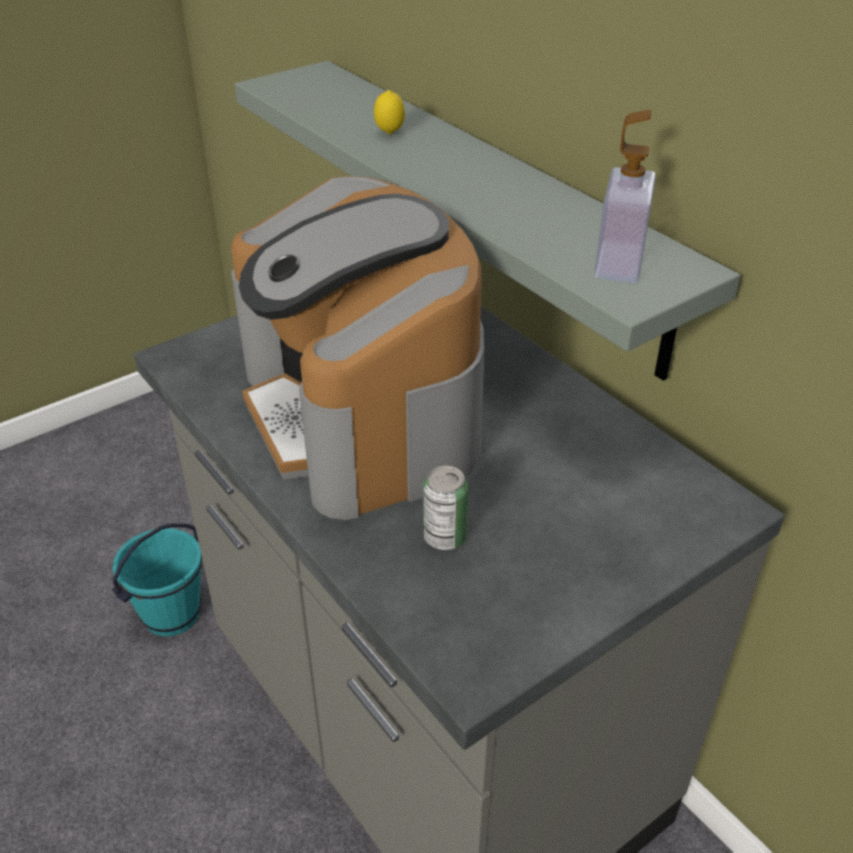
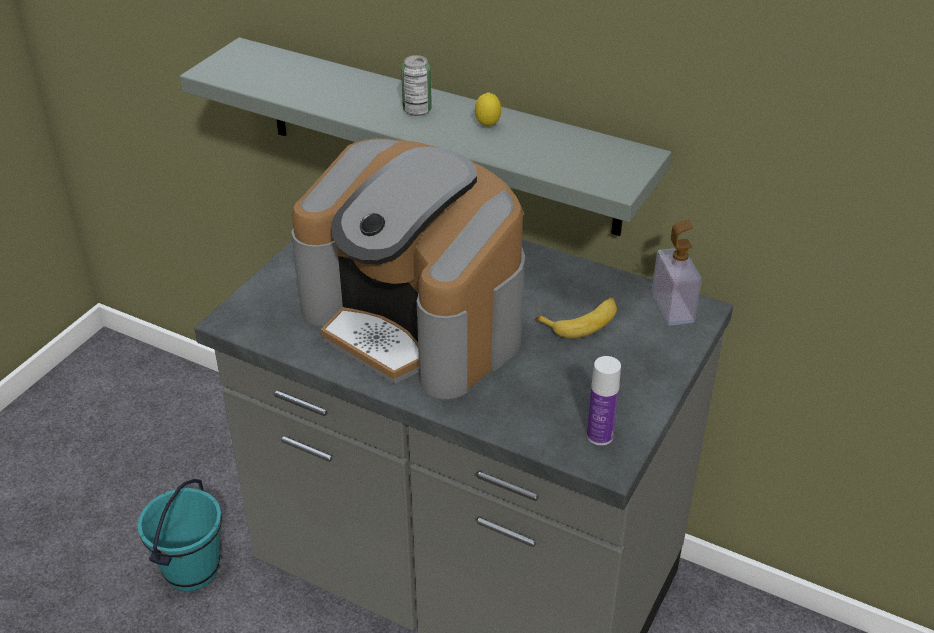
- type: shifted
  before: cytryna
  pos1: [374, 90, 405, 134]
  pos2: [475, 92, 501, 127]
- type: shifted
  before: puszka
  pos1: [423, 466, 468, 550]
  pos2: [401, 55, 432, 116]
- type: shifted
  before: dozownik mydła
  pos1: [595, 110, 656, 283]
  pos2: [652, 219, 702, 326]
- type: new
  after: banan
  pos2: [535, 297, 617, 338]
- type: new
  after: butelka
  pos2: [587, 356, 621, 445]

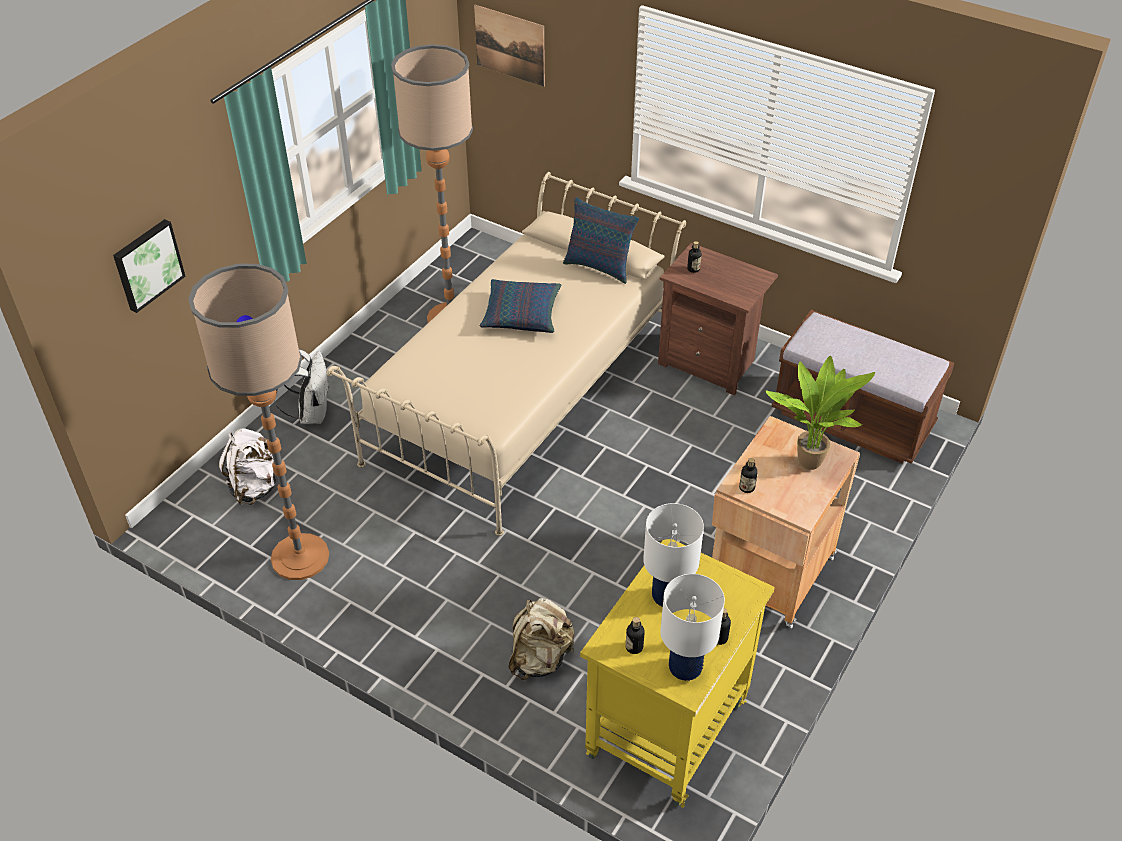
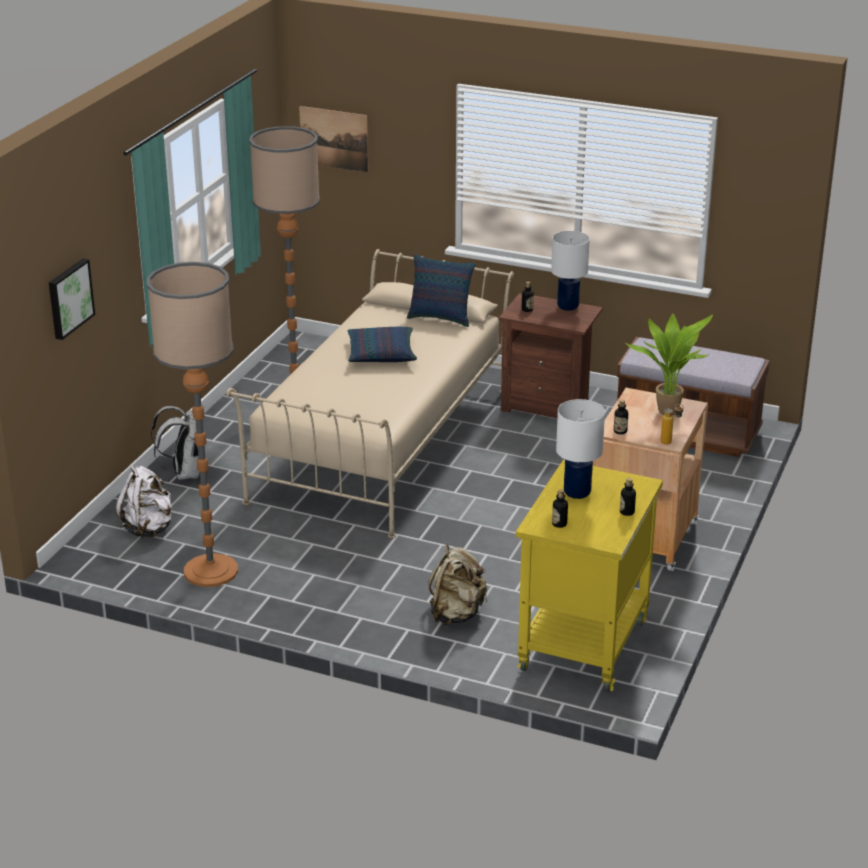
- type: shifted
  before: lampa stołowa [biały]
  pos1: [660, 574, 725, 681]
  pos2: [551, 231, 590, 311]
- type: new
  after: butelka
  pos2: [661, 404, 684, 445]

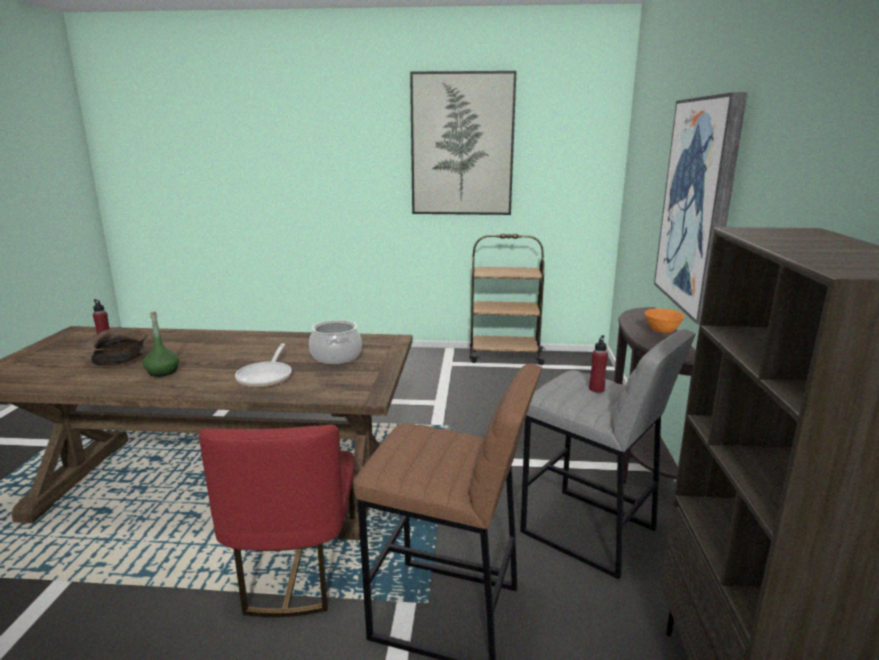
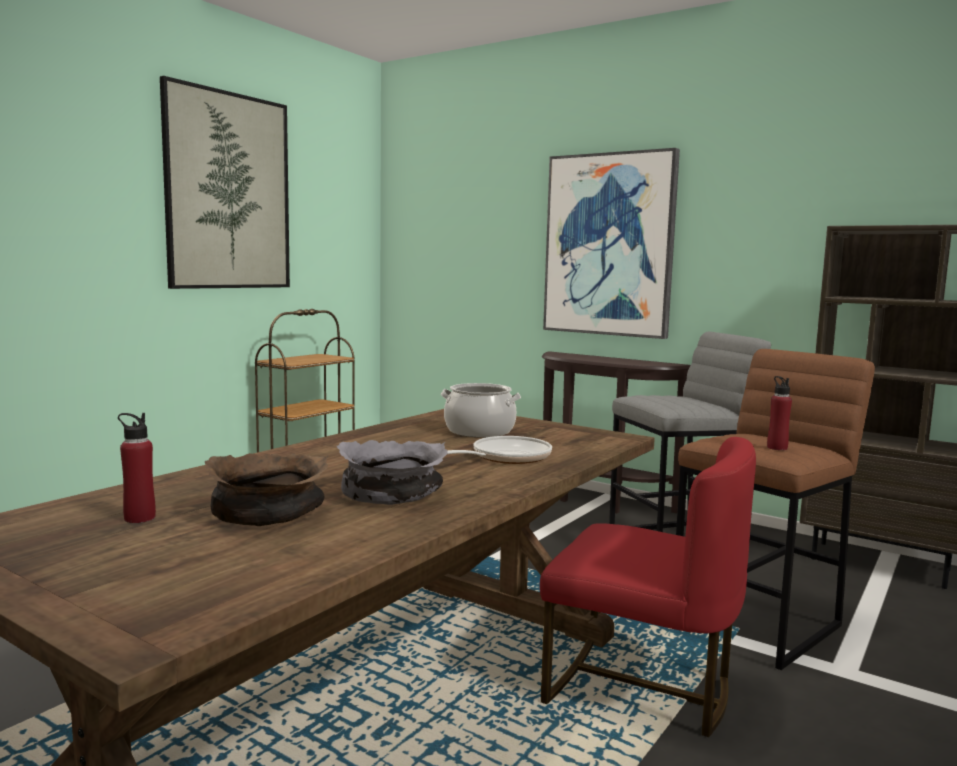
- type: swapped
  before: butelka [zielony]
  after: miska [szary]
  pos1: [143, 312, 179, 377]
  pos2: [337, 440, 448, 505]
- type: rotated
  before: patelnia
  pos1: [235, 344, 292, 388]
  pos2: [447, 436, 552, 464]
  turn: -75
- type: shifted
  before: butelka [czerwony]
  pos1: [589, 335, 608, 393]
  pos2: [767, 376, 792, 450]
- type: gone
  before: miska [pomarańczowy]
  pos1: [644, 309, 685, 333]

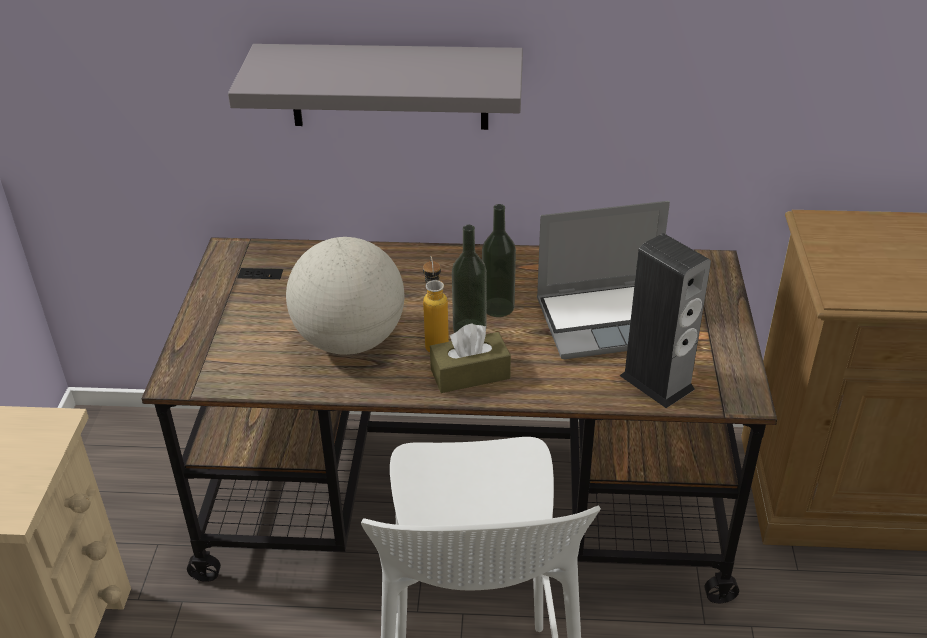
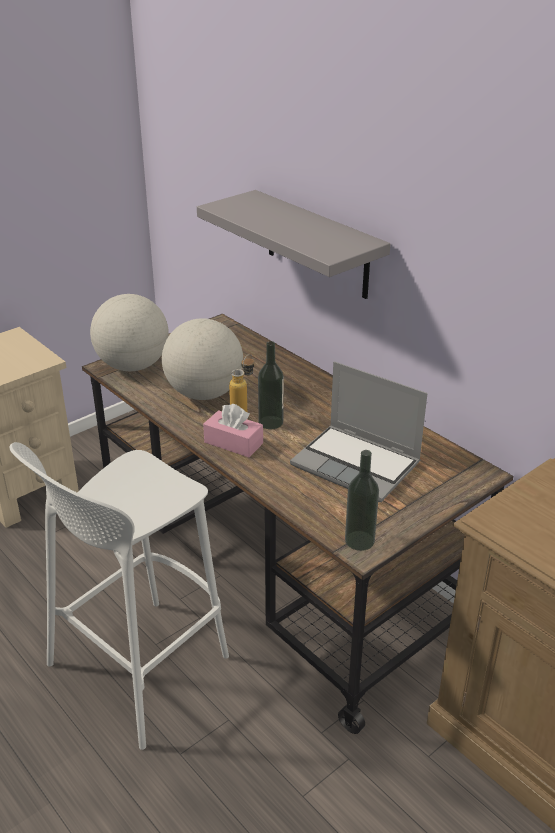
- type: repainted
  before: pudełko chusteczek [brązowy]
  after: pudełko chusteczek [różowy]
  pos1: [430, 323, 511, 393]
  pos2: [203, 404, 263, 457]
- type: shifted
  before: butelka
  pos1: [482, 204, 516, 317]
  pos2: [345, 450, 379, 551]
- type: gone
  before: głośnik
  pos1: [620, 233, 711, 408]
- type: new
  after: globus
  pos2: [90, 294, 169, 371]

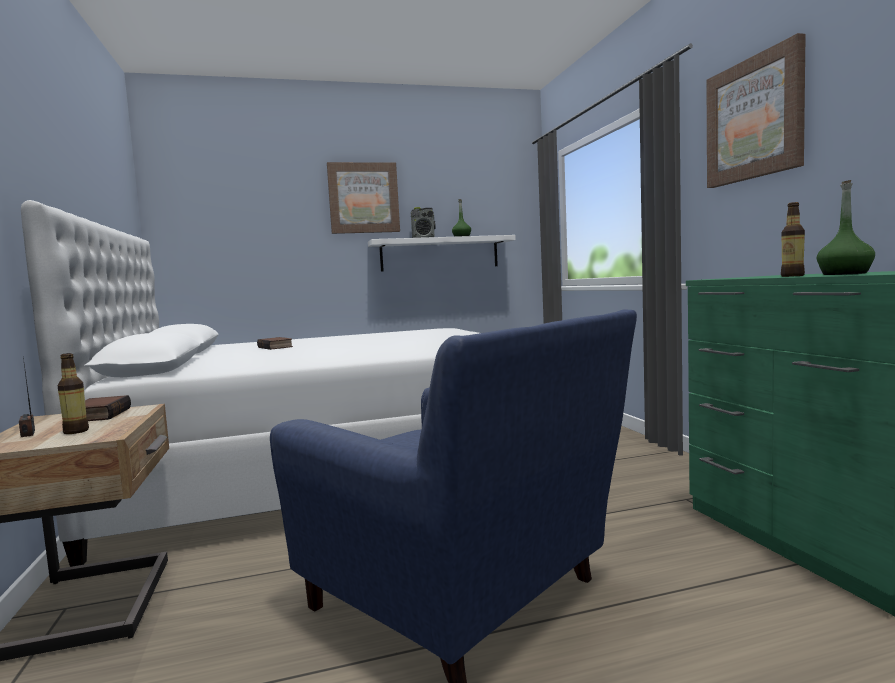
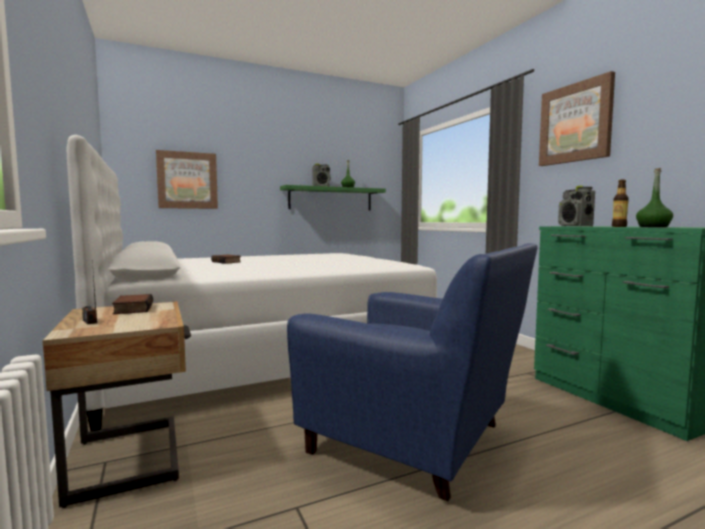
- type: gone
  before: butelka
  pos1: [58, 353, 89, 434]
- type: shifted
  before: obraz
  pos1: [327, 162, 400, 234]
  pos2: [156, 150, 218, 209]
- type: repainted
  before: półka [biały]
  after: półka [zielony]
  pos1: [368, 235, 516, 272]
  pos2: [280, 185, 386, 210]
- type: new
  after: radio
  pos2: [558, 186, 595, 226]

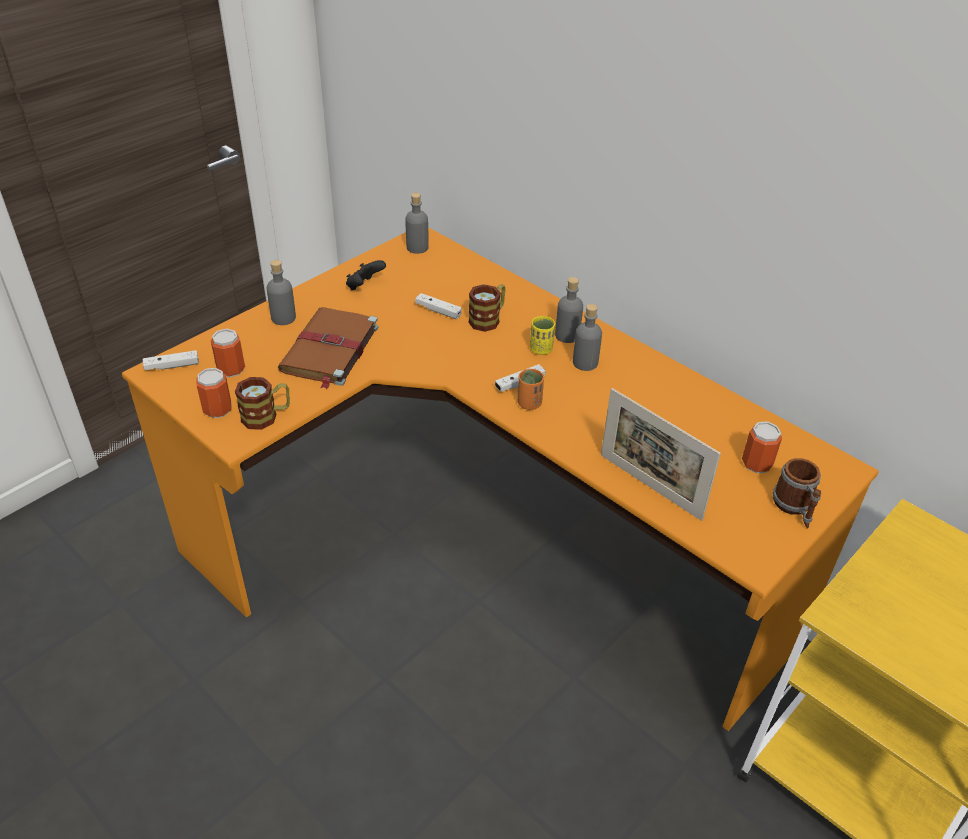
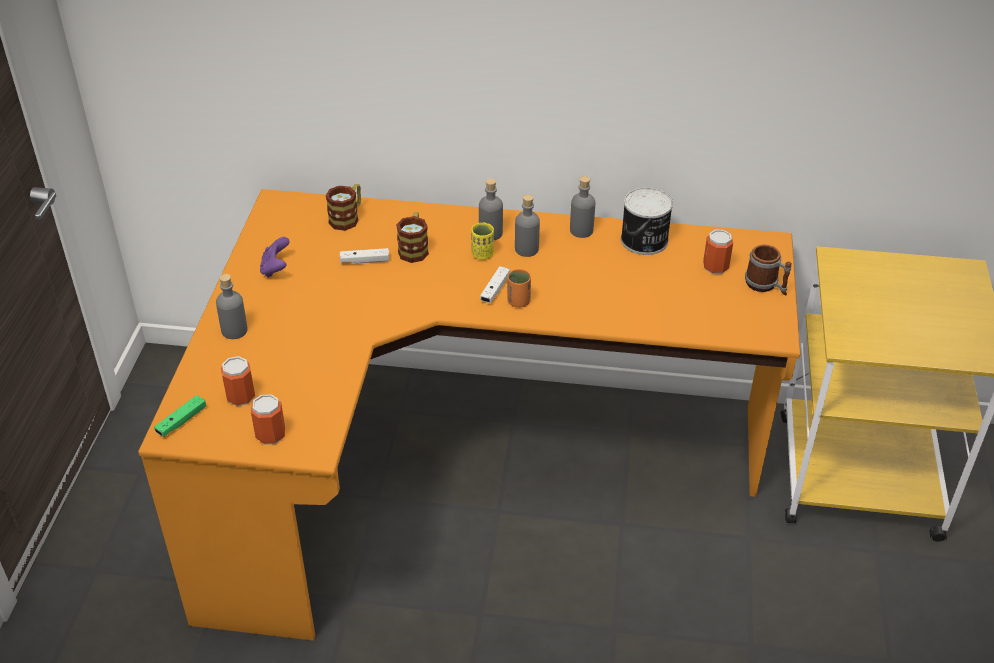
- type: repainted
  before: pad do gier [biały]
  after: pad do gier [zielony]
  pos1: [143, 350, 199, 370]
  pos2: [154, 395, 206, 437]
- type: shifted
  before: kubek
  pos1: [235, 377, 290, 430]
  pos2: [326, 184, 361, 231]
- type: gone
  before: książka [brązowy]
  pos1: [278, 307, 378, 389]
- type: repainted
  before: pad do gier [czarny]
  after: pad do gier [fioletowy]
  pos1: [346, 260, 386, 290]
  pos2: [260, 237, 290, 278]
- type: shifted
  before: butelka [szary]
  pos1: [405, 193, 429, 254]
  pos2: [570, 176, 595, 238]
- type: gone
  before: ramka na zdjęcie
  pos1: [601, 388, 721, 521]
- type: new
  after: puszka
  pos2: [621, 187, 673, 255]

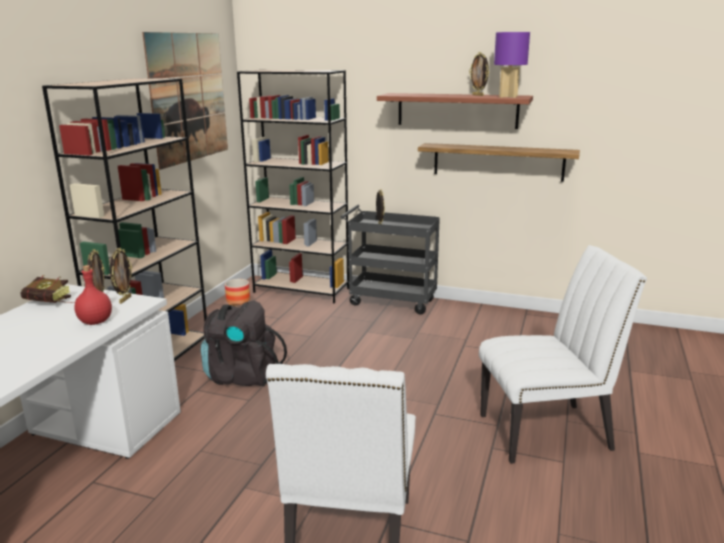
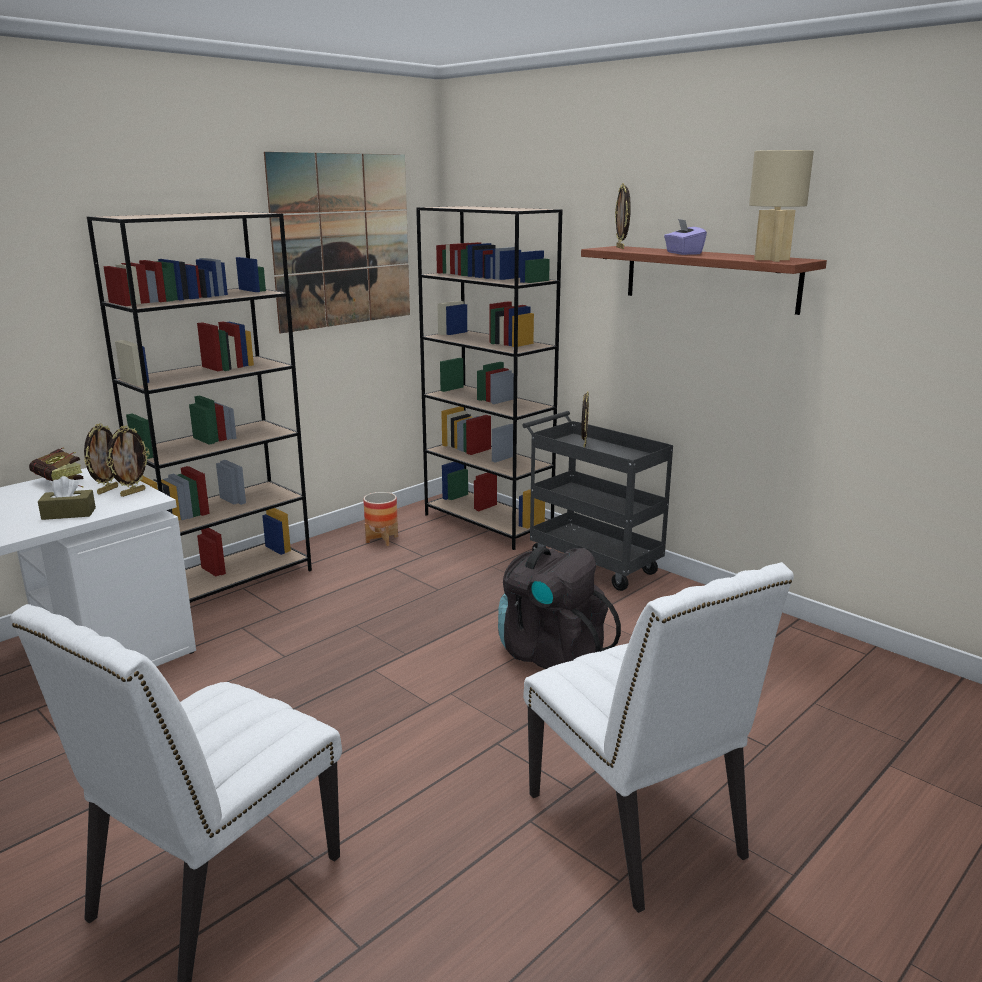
- type: swapped
  before: butelka [czerwony]
  after: pudełko chusteczek [brązowy]
  pos1: [74, 265, 112, 325]
  pos2: [38, 476, 96, 520]
- type: shifted
  before: plecak [czarny]
  pos1: [201, 300, 287, 386]
  pos2: [498, 547, 621, 669]
- type: gone
  before: półka
  pos1: [418, 143, 580, 182]
- type: shifted
  before: ramka na zdjęcie
  pos1: [469, 52, 489, 96]
  pos2: [615, 183, 631, 249]
- type: rotated
  before: krzesło [biały]
  pos1: [479, 245, 647, 464]
  pos2: [523, 562, 794, 913]
  turn: 45
- type: repainted
  before: lampa stołowa [fioletowy]
  after: lampa stołowa [beżowy]
  pos1: [494, 32, 530, 98]
  pos2: [749, 150, 814, 262]
- type: new
  after: pudełko chusteczek [fioletowy]
  pos2: [664, 219, 707, 255]

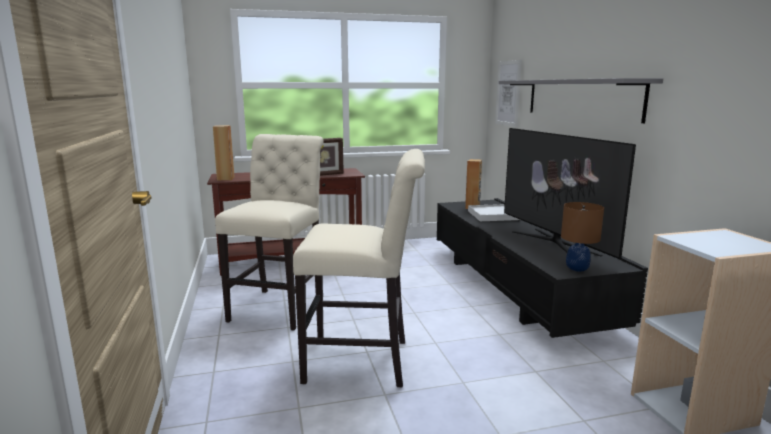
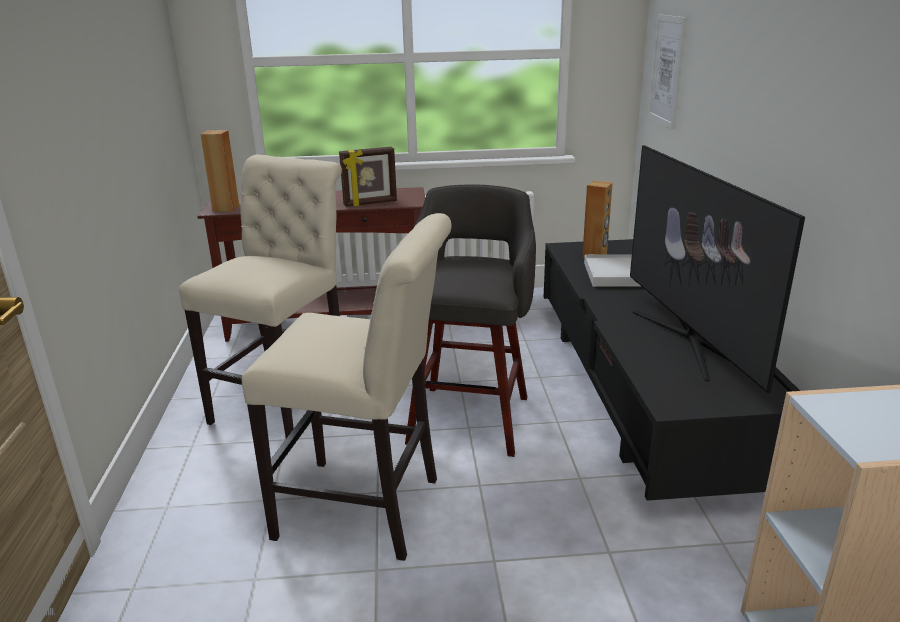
- type: gone
  before: półka [szary]
  pos1: [499, 78, 663, 123]
- type: gone
  before: lampa stołowa [brązowy]
  pos1: [561, 202, 604, 272]
- type: new
  after: stołek [szary]
  pos2: [405, 184, 536, 457]

